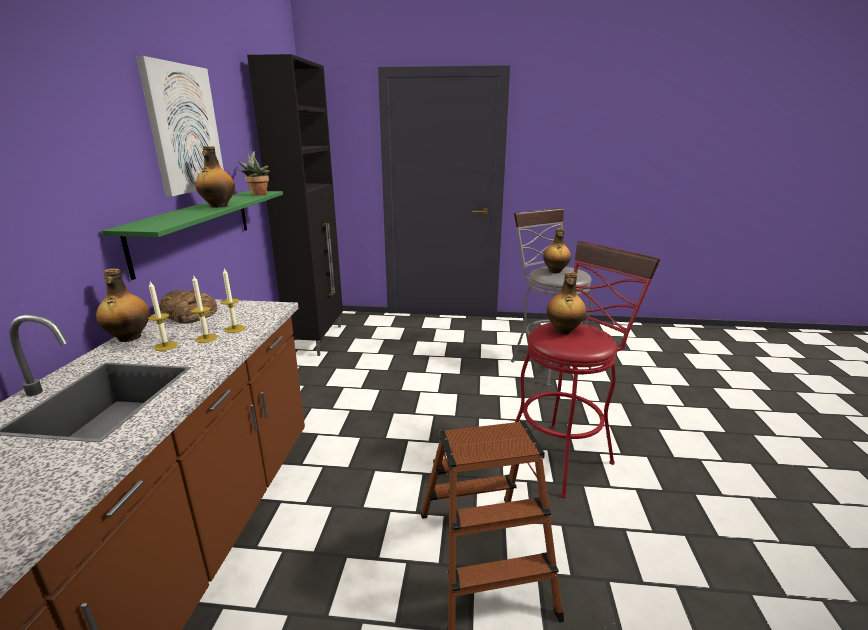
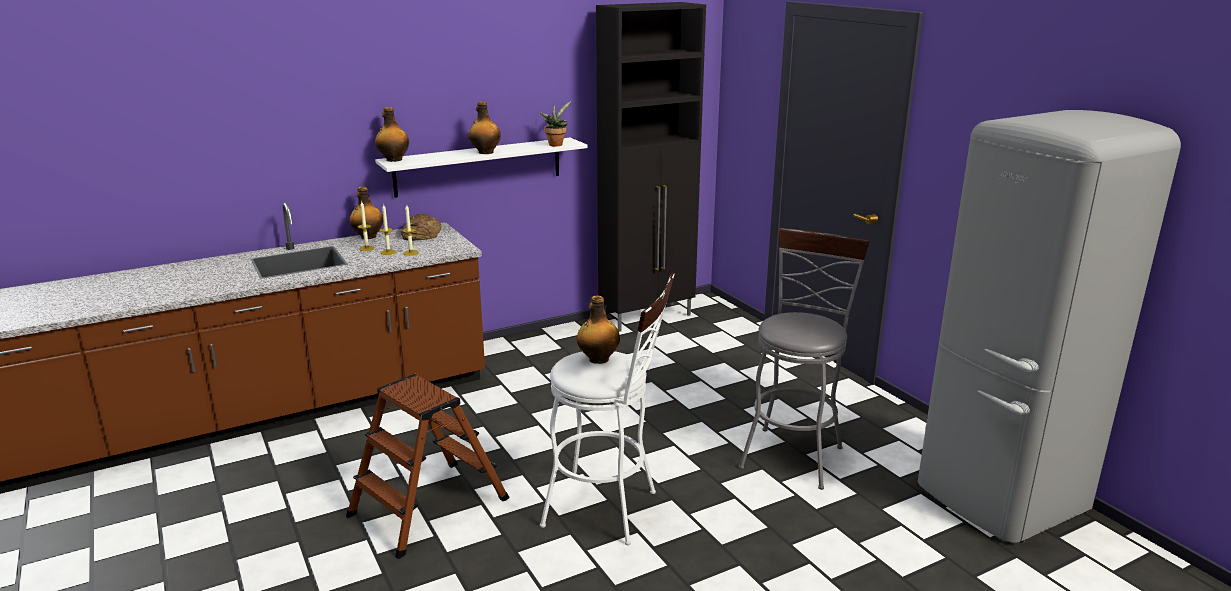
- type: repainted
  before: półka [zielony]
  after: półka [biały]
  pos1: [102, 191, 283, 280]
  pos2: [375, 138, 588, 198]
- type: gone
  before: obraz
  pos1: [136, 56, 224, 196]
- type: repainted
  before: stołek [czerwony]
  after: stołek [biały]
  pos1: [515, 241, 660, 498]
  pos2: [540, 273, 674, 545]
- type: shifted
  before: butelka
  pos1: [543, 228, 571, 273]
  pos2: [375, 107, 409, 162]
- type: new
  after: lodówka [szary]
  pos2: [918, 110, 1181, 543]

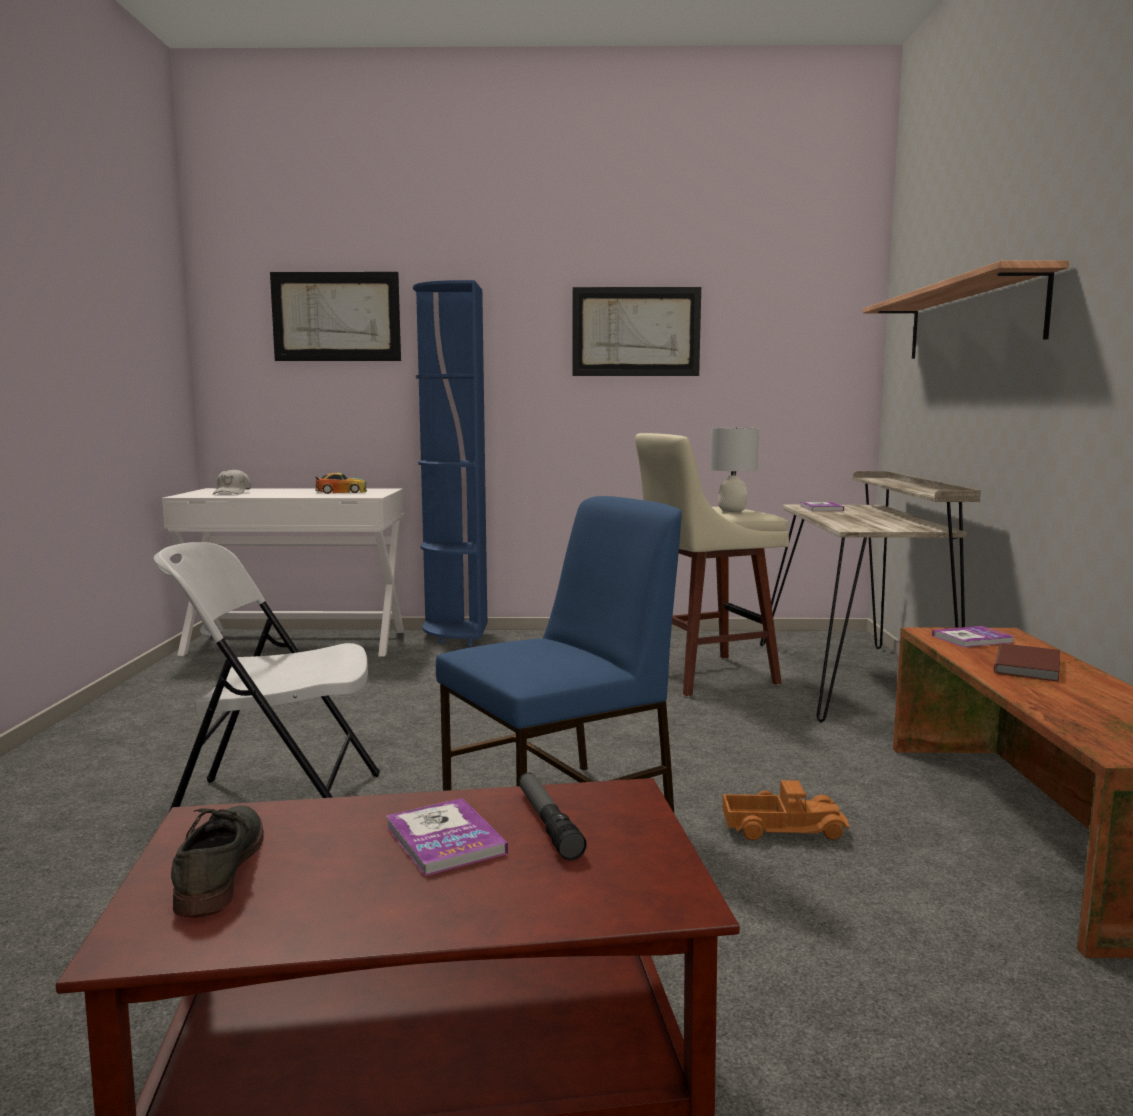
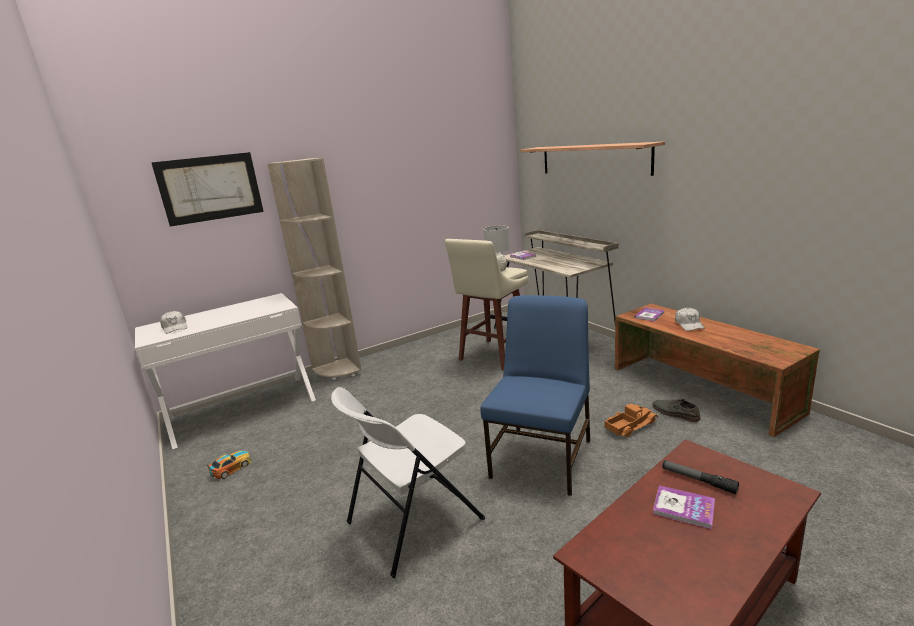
- type: shifted
  before: but [szary]
  pos1: [171, 806, 264, 918]
  pos2: [652, 399, 701, 422]
- type: shifted
  before: samochodzik
  pos1: [315, 473, 367, 494]
  pos2: [207, 451, 252, 479]
- type: repainted
  before: regał [niebieski]
  after: regał [beżowy]
  pos1: [413, 280, 487, 646]
  pos2: [267, 158, 362, 380]
- type: gone
  before: obraz
  pos1: [573, 287, 701, 376]
- type: swapped
  before: książka [brązowy]
  after: czapka z daszkiem [biały]
  pos1: [994, 643, 1060, 682]
  pos2: [675, 308, 705, 331]

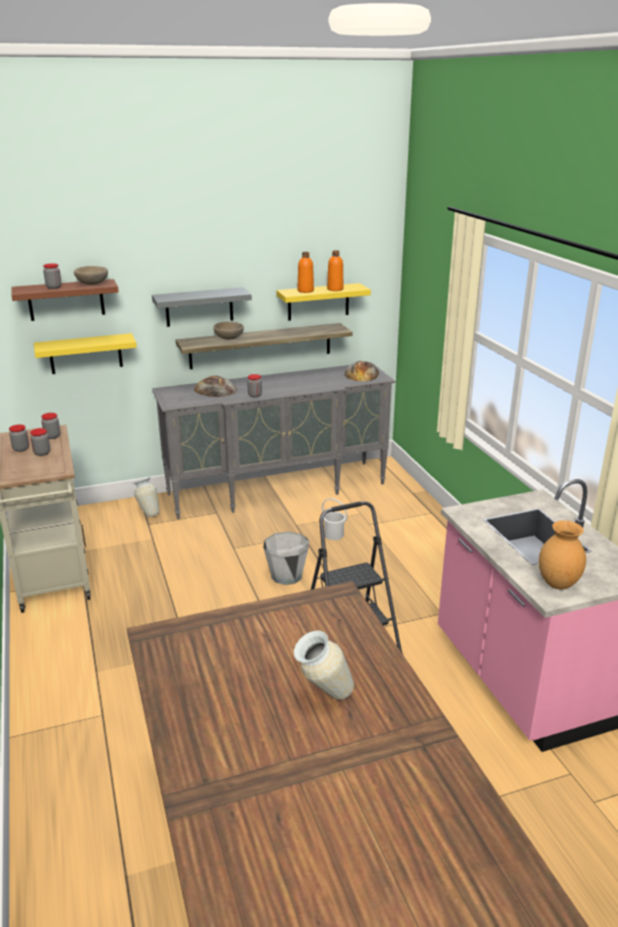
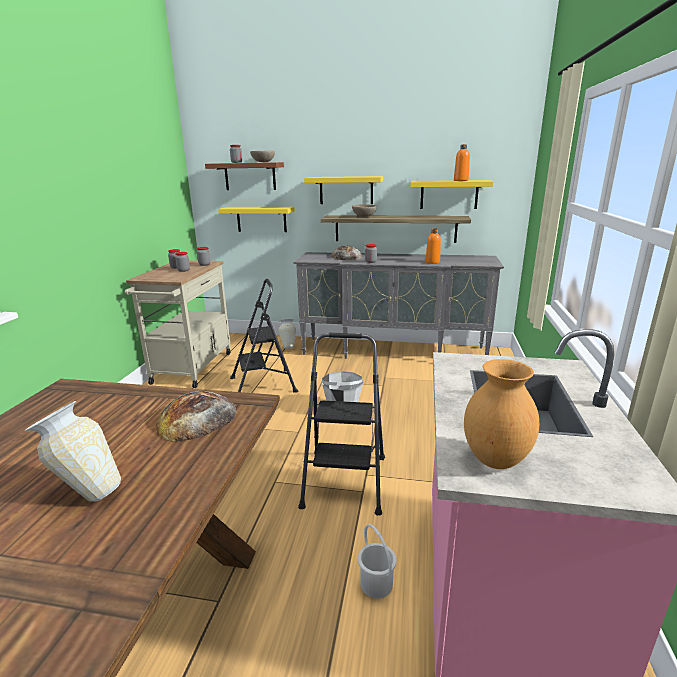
- type: repainted
  before: półka [szary]
  after: półka [żółty]
  pos1: [152, 287, 252, 327]
  pos2: [304, 176, 383, 204]
- type: shifted
  before: butelka [pomarańczowy]
  pos1: [298, 252, 314, 293]
  pos2: [426, 228, 441, 264]
- type: shifted
  before: wiadro [biały]
  pos1: [322, 498, 348, 540]
  pos2: [358, 524, 397, 599]
- type: shifted
  before: chleb
  pos1: [344, 361, 379, 382]
  pos2: [155, 391, 237, 442]
- type: new
  after: drabinka [czarny]
  pos2: [230, 279, 299, 393]

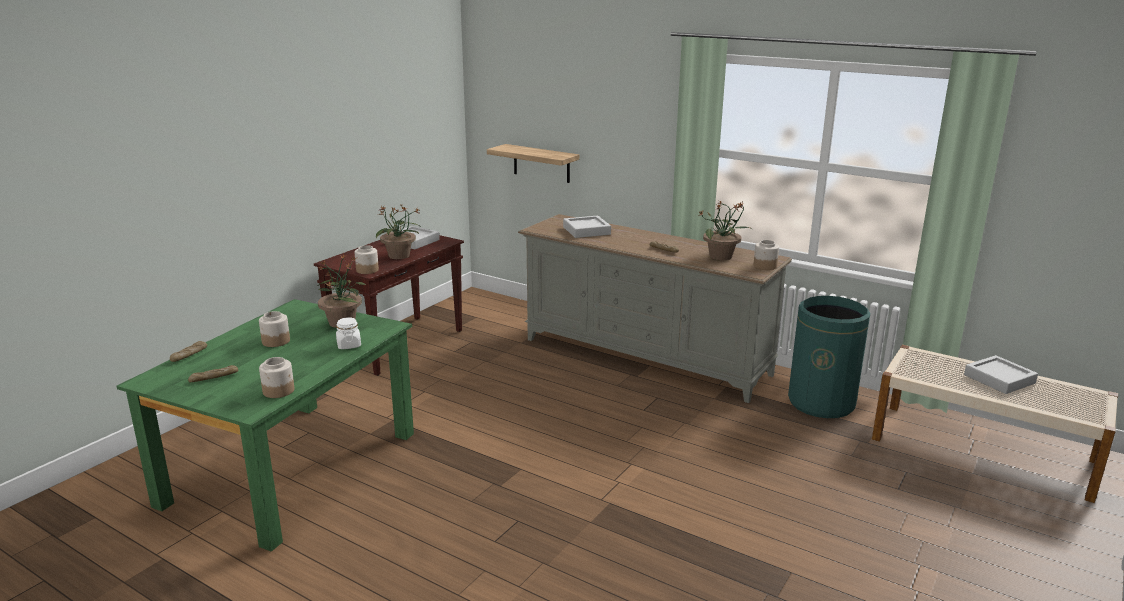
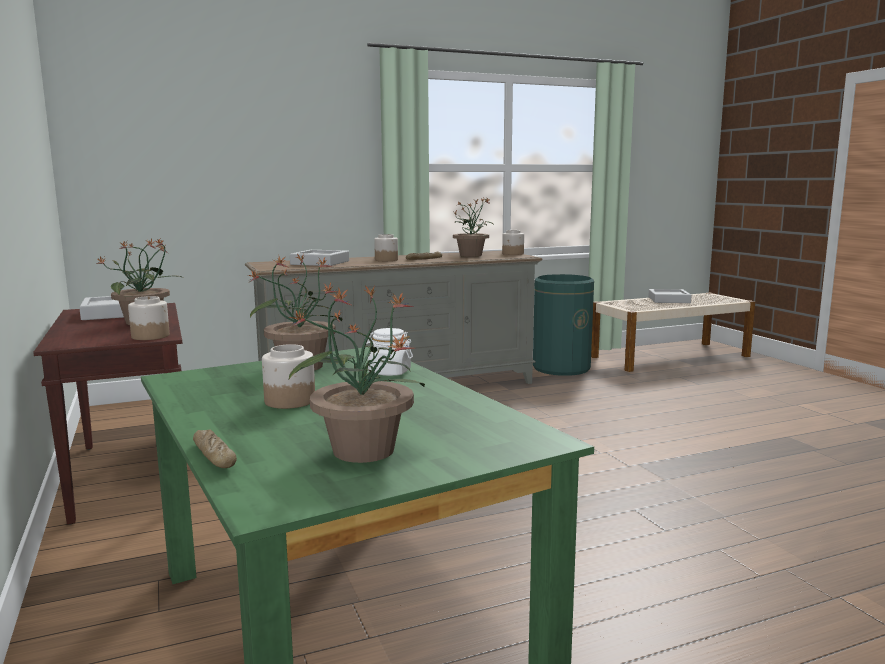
- type: swapped
  before: chleb
  after: roślina doniczkowa
  pos1: [188, 365, 238, 382]
  pos2: [289, 286, 425, 463]
- type: shifted
  before: słoik
  pos1: [259, 357, 294, 398]
  pos2: [374, 234, 398, 261]
- type: gone
  before: półka
  pos1: [487, 144, 579, 183]

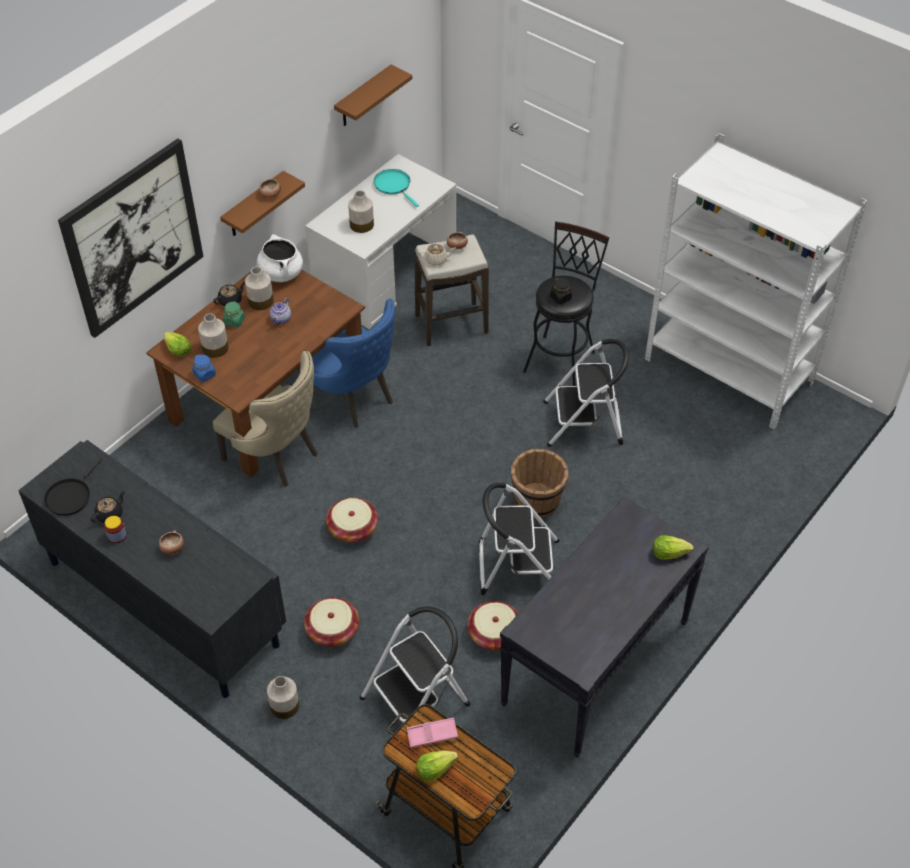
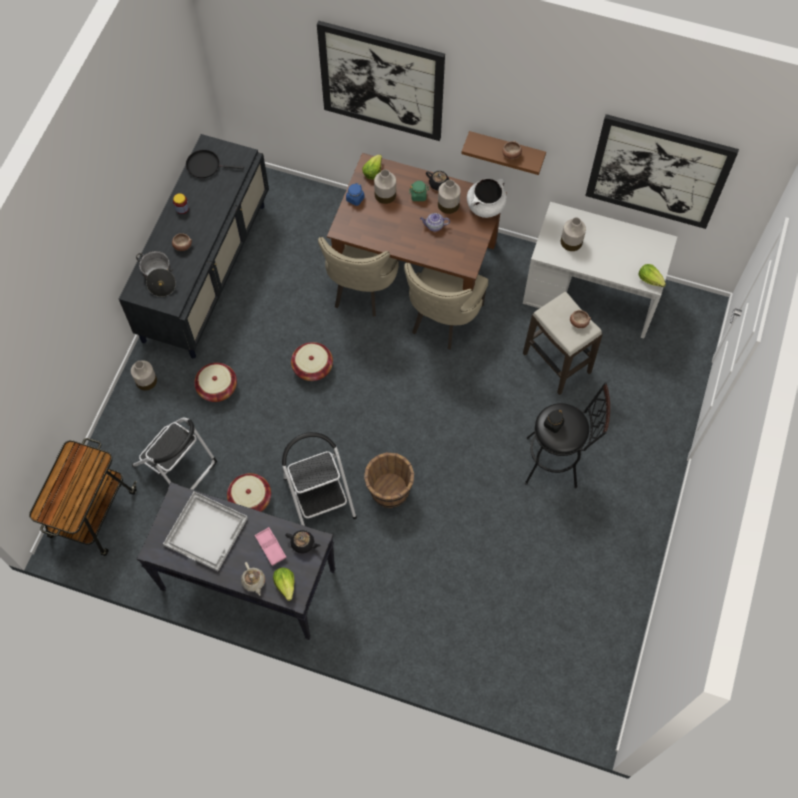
- type: shifted
  before: imbryk [czarny]
  pos1: [91, 490, 125, 523]
  pos2: [285, 530, 321, 554]
- type: repainted
  before: krzesło [niebieski]
  after: krzesło [beżowy]
  pos1: [299, 299, 395, 428]
  pos2: [404, 263, 488, 349]
- type: swapped
  before: półka [brązowy]
  after: obraz
  pos1: [334, 65, 412, 126]
  pos2: [585, 114, 739, 229]
- type: gone
  before: patelnia [turkusowy]
  pos1: [374, 169, 419, 207]
- type: shifted
  before: taca [różowy]
  pos1: [407, 717, 458, 748]
  pos2: [255, 527, 287, 566]
- type: shifted
  before: sałata
  pos1: [416, 750, 458, 781]
  pos2: [638, 264, 666, 287]
- type: shifted
  before: imbryk [beżowy]
  pos1: [418, 244, 456, 266]
  pos2: [241, 562, 265, 595]
- type: gone
  before: drabinka
  pos1: [543, 339, 629, 447]
- type: gone
  before: regał [biały]
  pos1: [645, 133, 867, 429]
- type: new
  after: garnek
  pos2: [136, 251, 176, 297]
- type: new
  after: taca [biały]
  pos2: [163, 491, 248, 571]

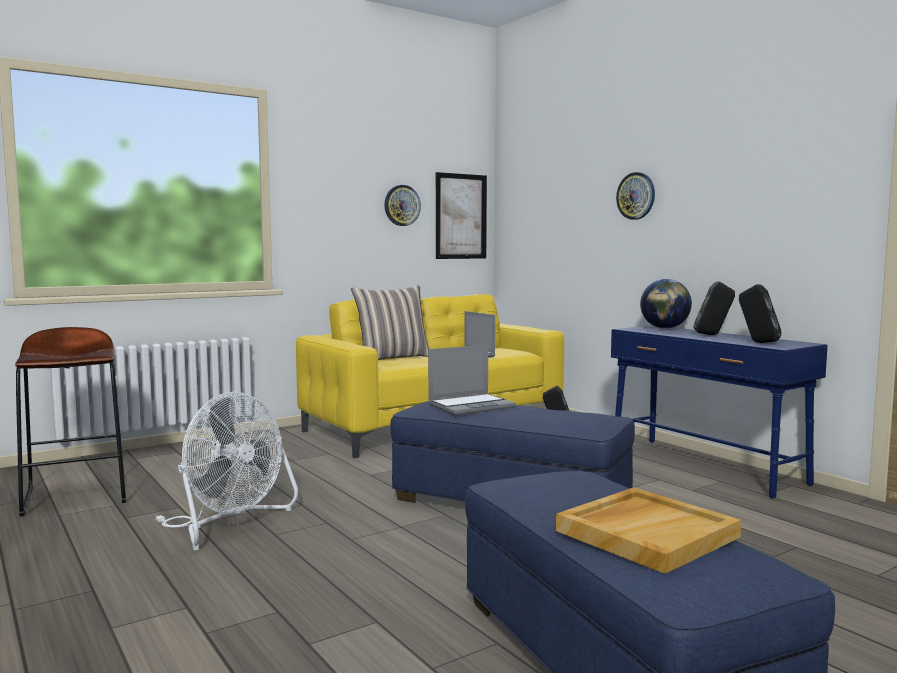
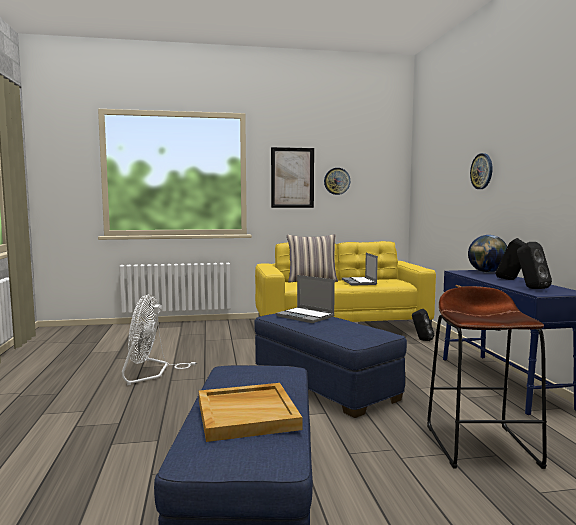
- type: shifted
  before: stołek [brązowy]
  pos1: [15, 327, 126, 517]
  pos2: [427, 286, 547, 469]
- type: rotated
  before: wentylator [biały]
  pos1: [156, 392, 298, 551]
  pos2: [122, 294, 197, 385]
  turn: 120
- type: rotated
  before: laptop
  pos1: [428, 345, 516, 415]
  pos2: [276, 275, 335, 323]
  turn: 45
- type: shifted
  before: obraz
  pos1: [436, 172, 487, 259]
  pos2: [271, 147, 314, 208]

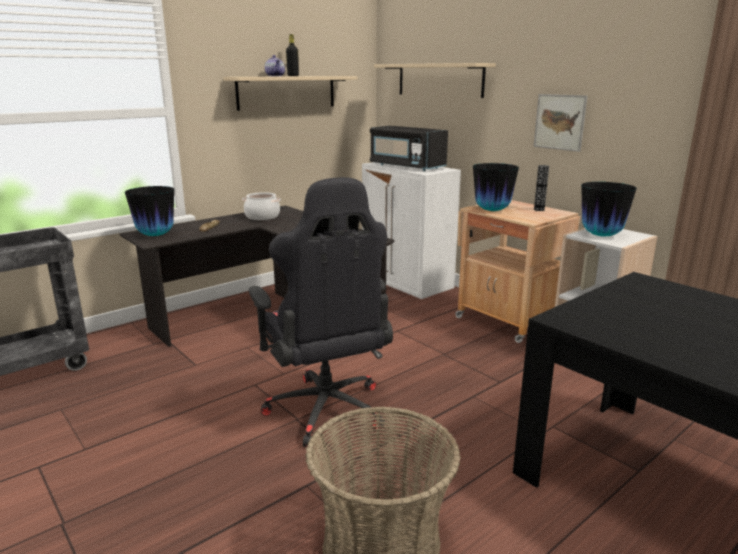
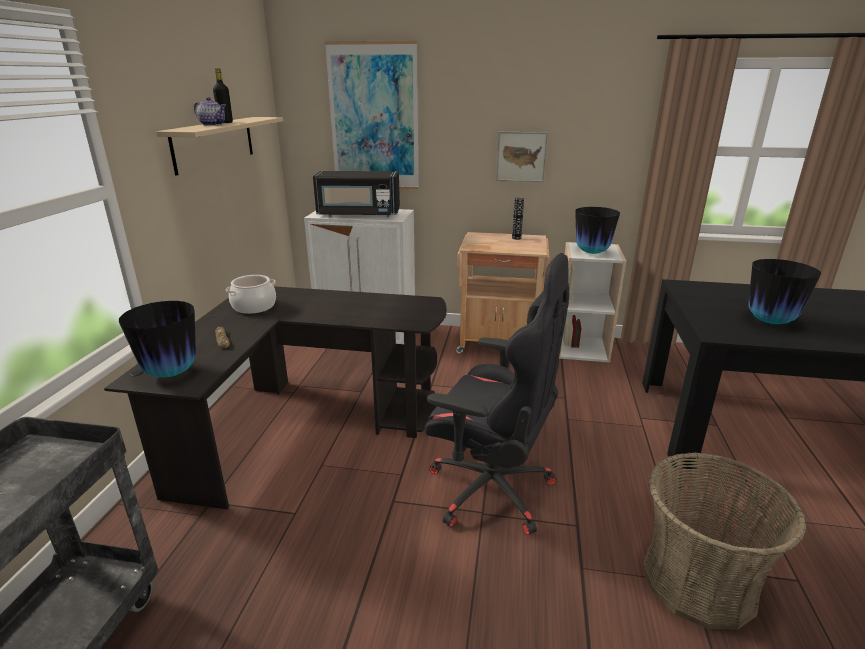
- type: swapped
  before: półka [beżowy]
  after: obraz
  pos1: [374, 63, 496, 98]
  pos2: [325, 41, 419, 190]
- type: shifted
  before: wazon
  pos1: [473, 163, 519, 211]
  pos2: [748, 259, 821, 324]

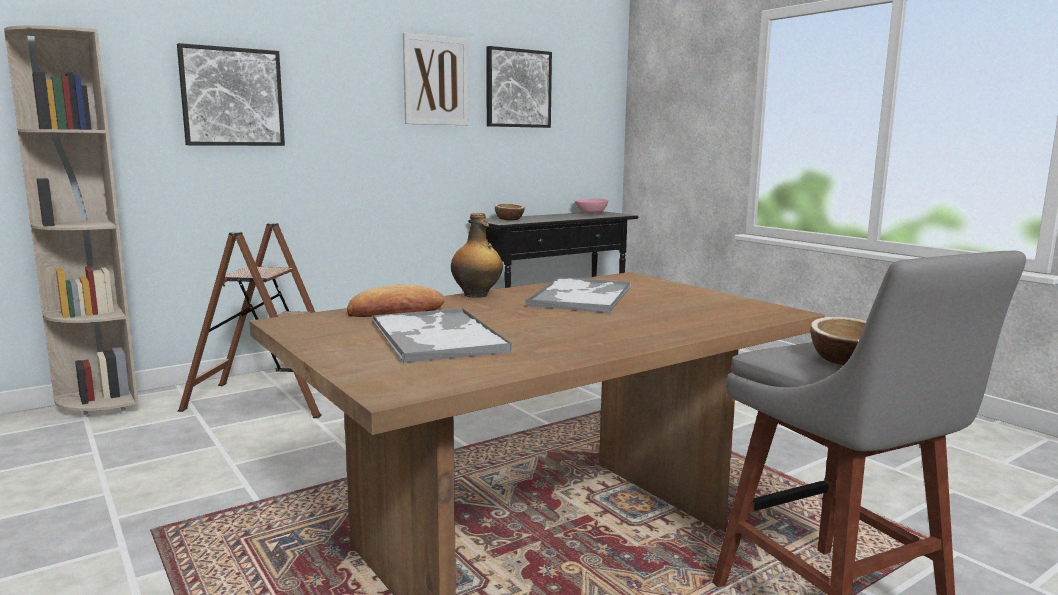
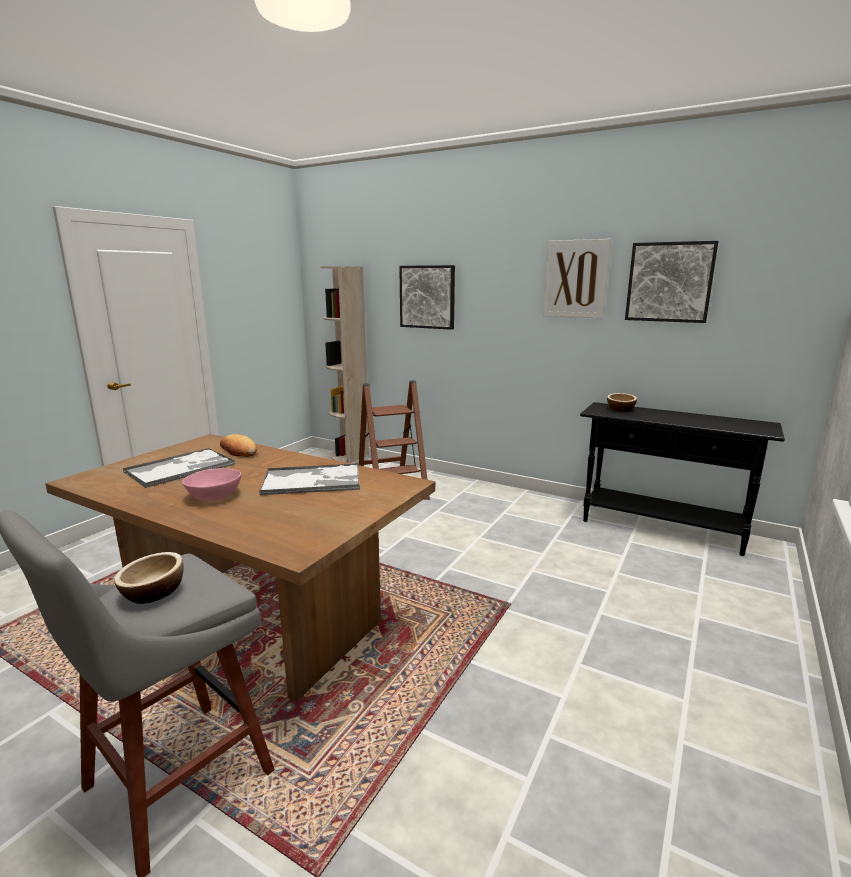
- type: gone
  before: butelka
  pos1: [451, 213, 503, 298]
- type: shifted
  before: miska [różowy]
  pos1: [574, 198, 608, 214]
  pos2: [182, 468, 241, 501]

